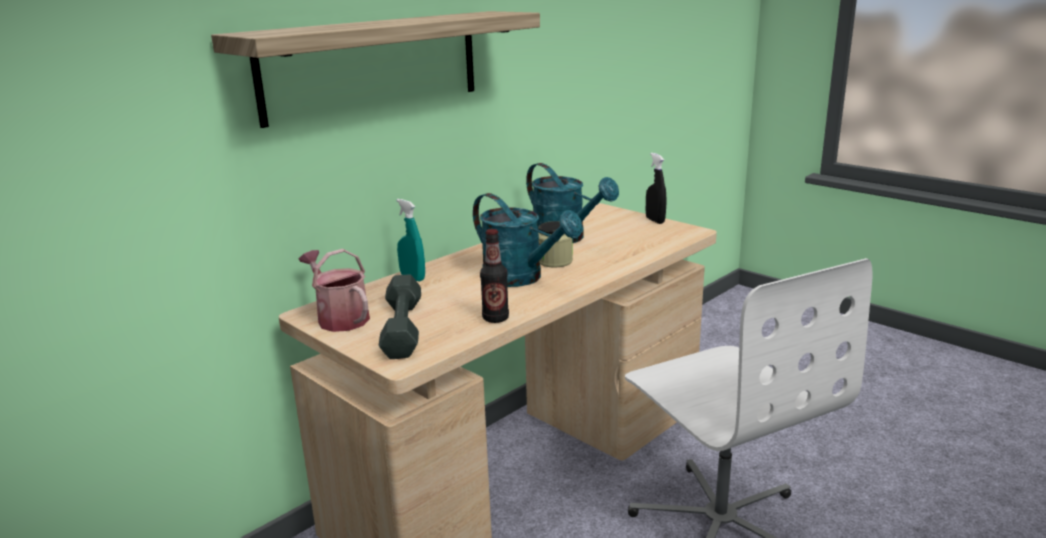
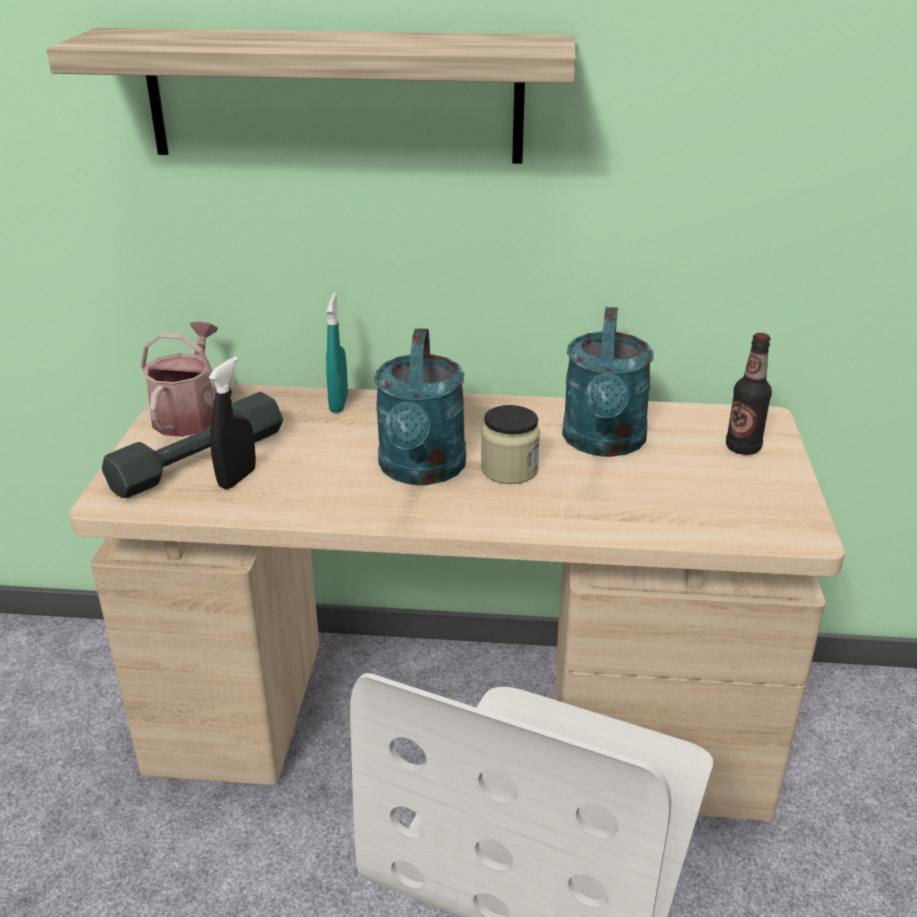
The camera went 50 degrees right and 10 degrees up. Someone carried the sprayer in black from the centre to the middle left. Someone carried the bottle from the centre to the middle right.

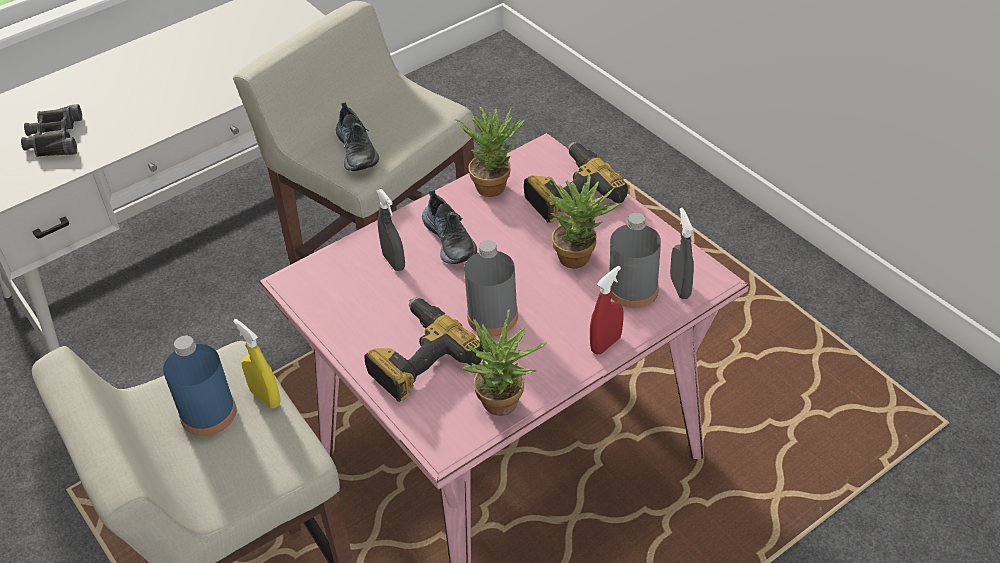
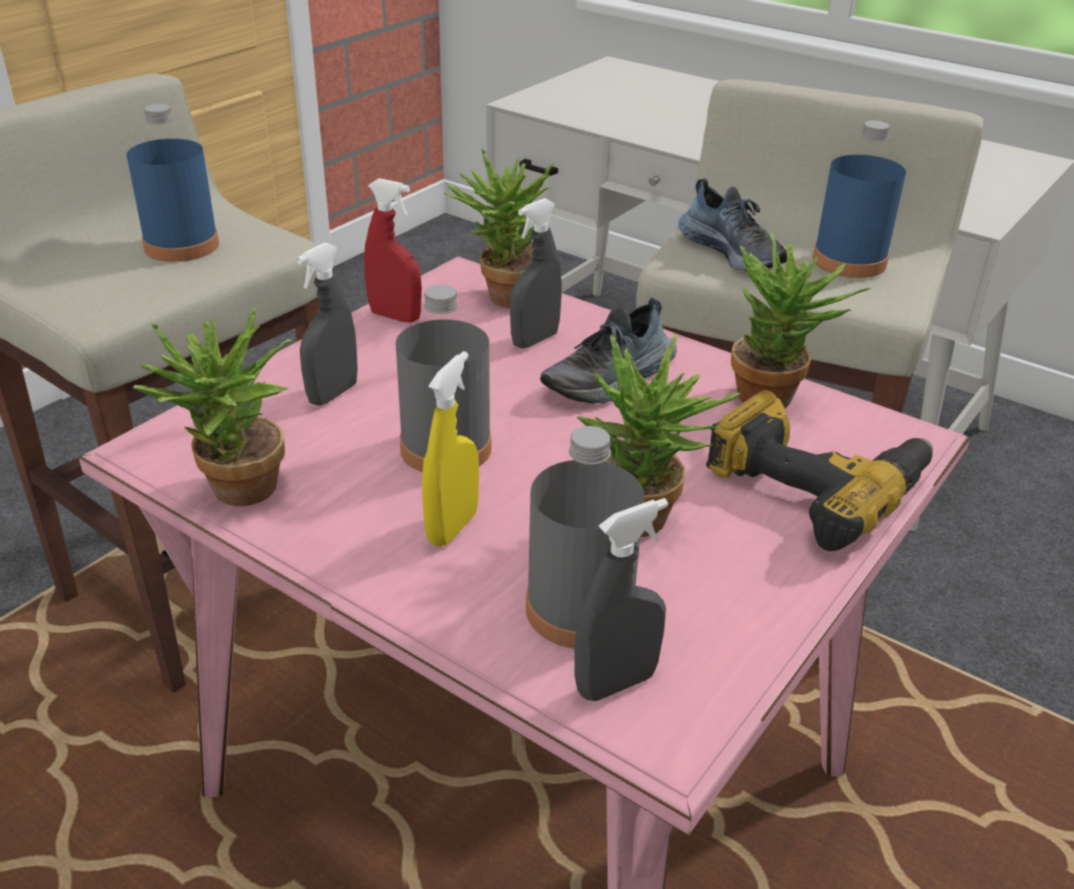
The camera went 70 degrees right and 10 degrees down. Someone rotated the shoe (no. 1 from left in the first image) at the top centre by 90 degrees counterclockwise. Someone took away the binoculars in black at the top left. Someone carried the sprayer in reddish from the centre to the top centre. Someone swapped the power drill (no. 1 from left) at the centre for the sprayer in greyish (no. 1 from left) at the middle left. Someone carried the sprayer in yellow from the middle left to the centre. Someone put down the bottle in blue (no. 2 from left) at the top right. Someone put down the plant in a pot (no. 2 from left) at the top centre.

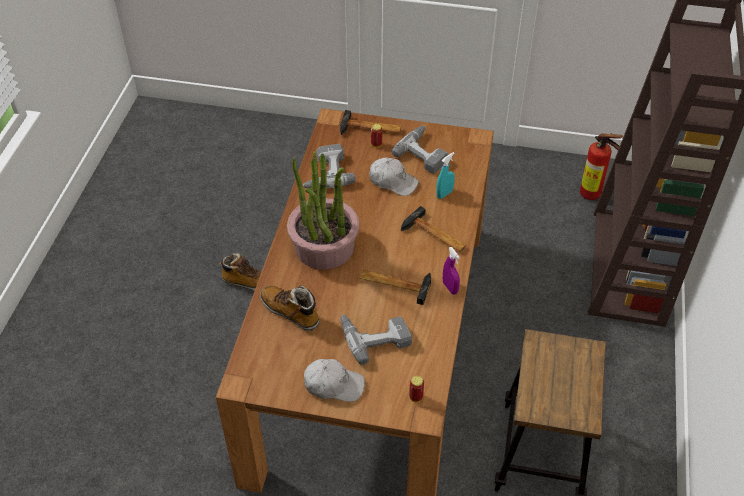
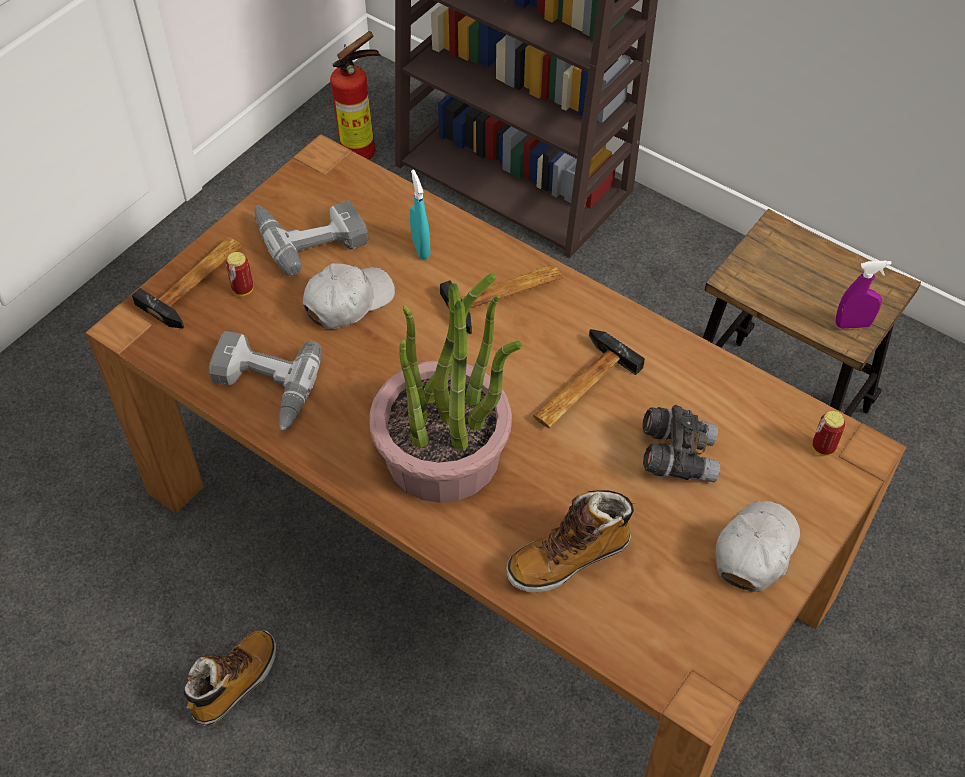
The camera went 65 degrees left and 5 degrees up. Someone carried the sprayer in purple-coloured from the centre to the middle right. Someone swapped the power drill (no. 2 from left) at the bottom centre for the binoculars in greyish at the middle right.

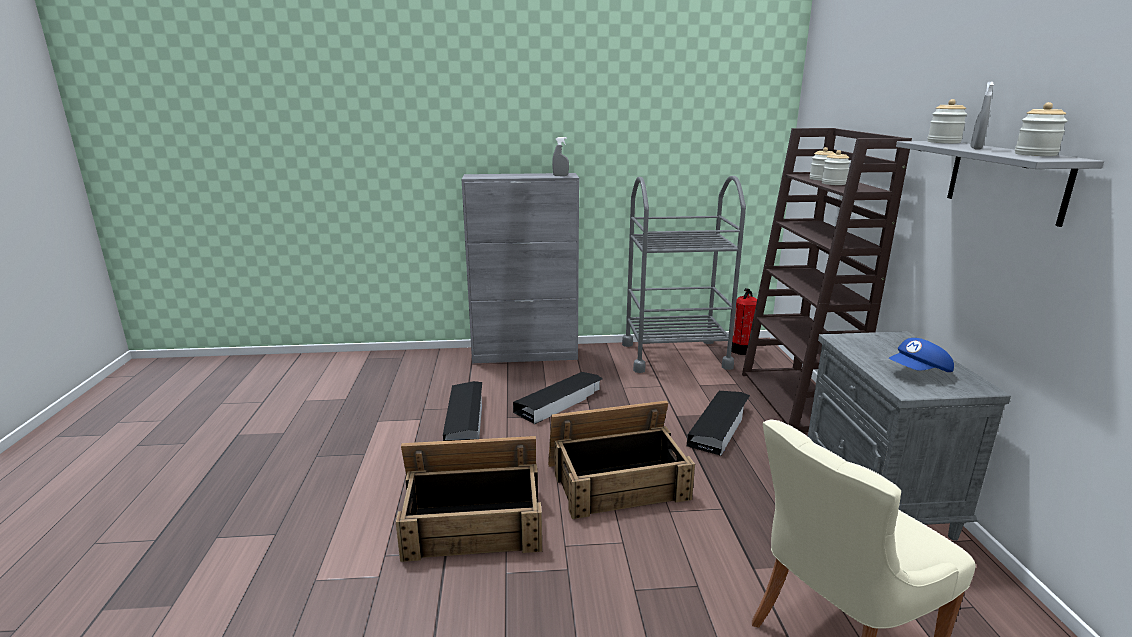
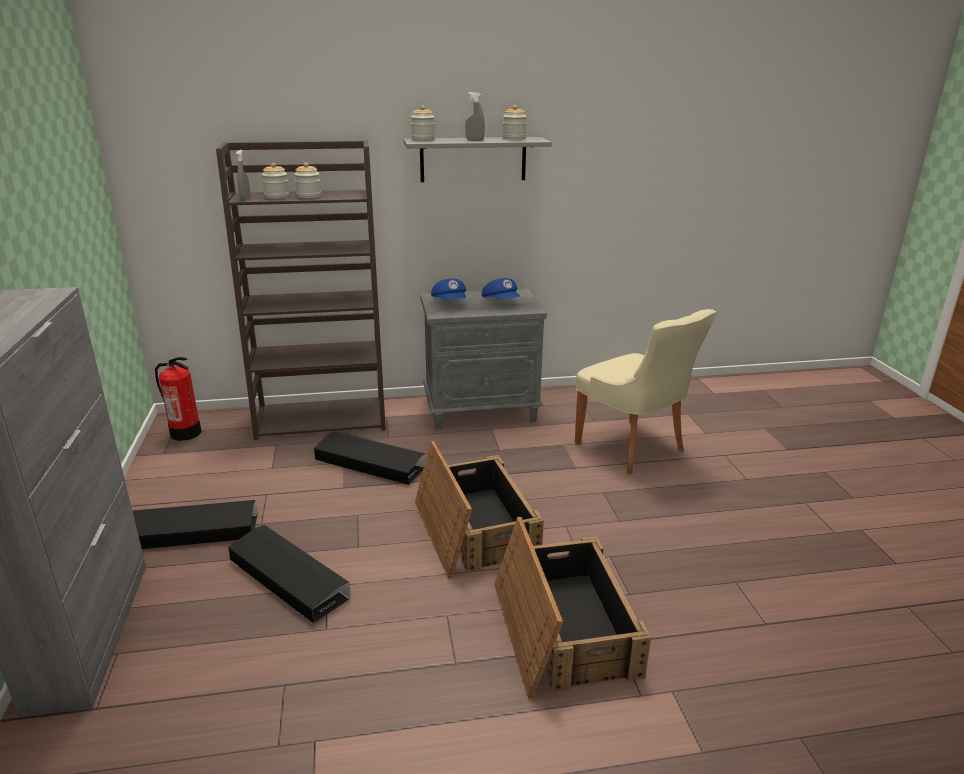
The camera went 95 degrees left and 5 degrees up. Someone carried the sprayer in greyish (no. 1 from left) from the top centre to the top left. Someone took away the cart in greyish at the centre. Someone carried the storage bin in black (no. 1 from left) from the centre to the bottom left. Someone put down the peaked cap in blue (no. 1 from left) at the centre.

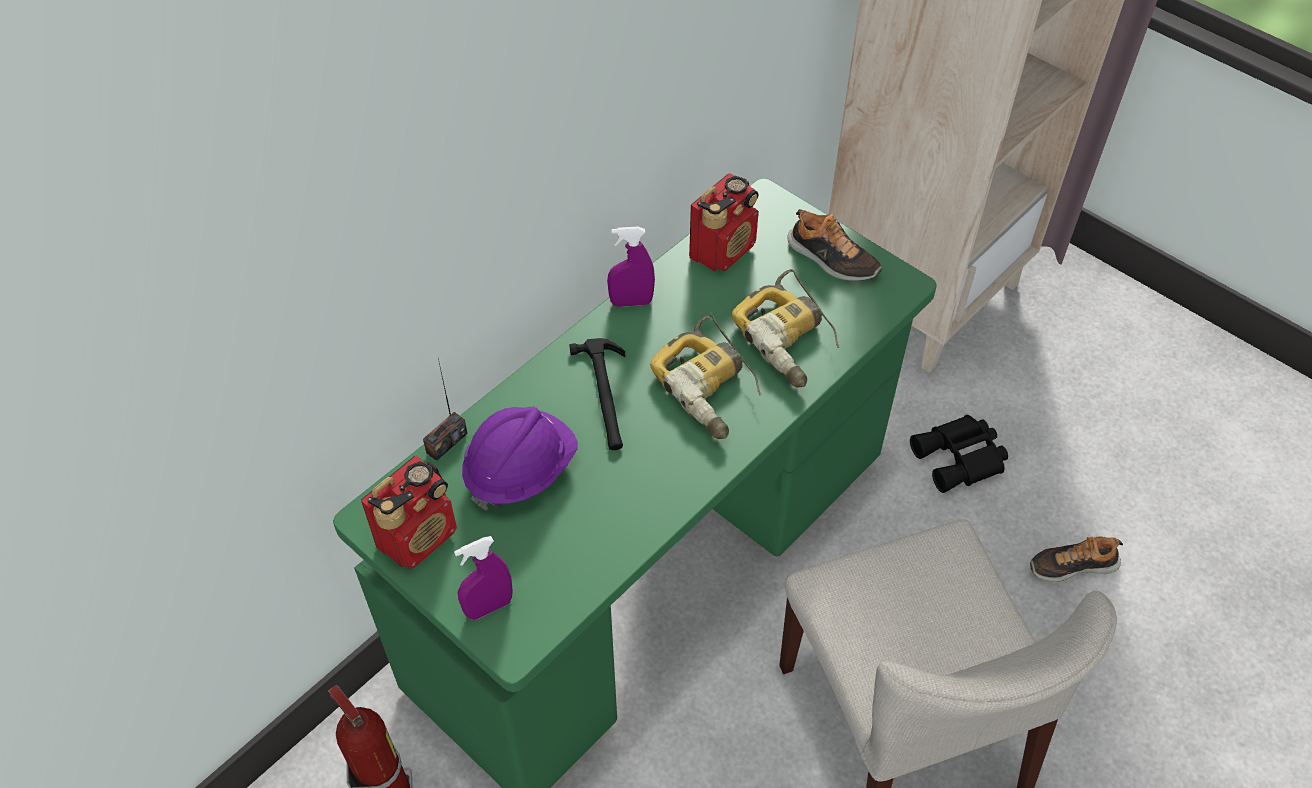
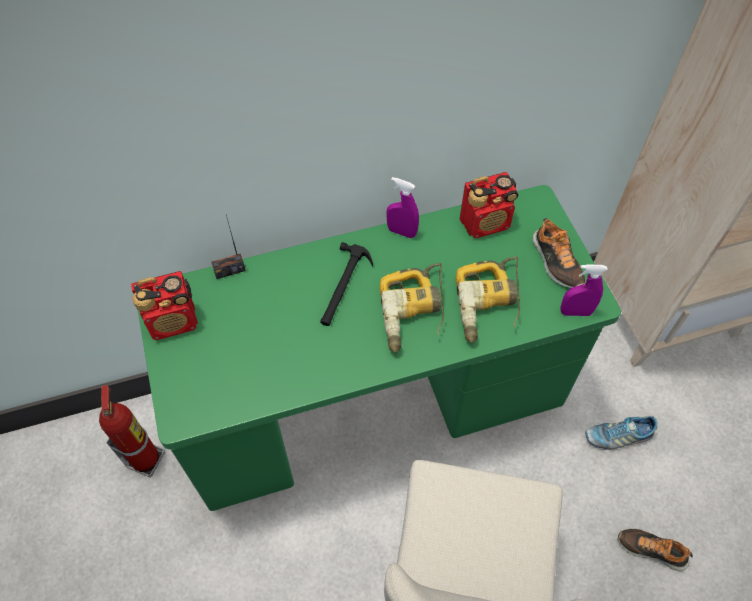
The camera went 30 degrees right and 5 degrees up. Someone took away the hard hat in purple-coloured at the centre. Someone swapped the binoculars in black at the middle right for the shoe (no. 2 from left) at the bottom right. Someone carried the sprayer in purple-coloured (no. 1 from left in the first image) from the bottom centre to the middle right.

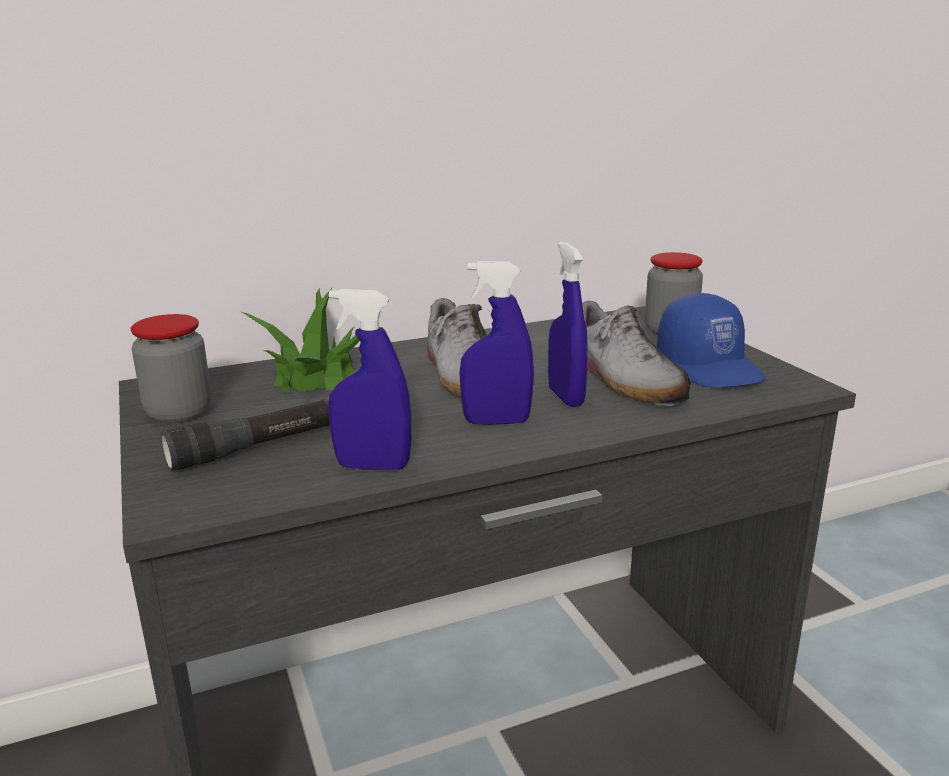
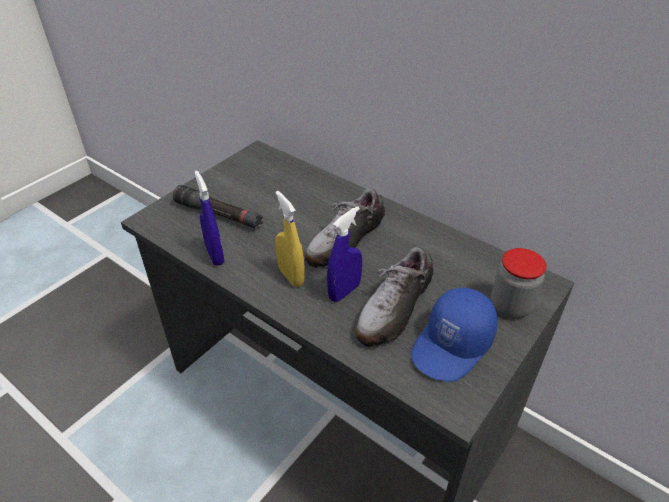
The camera went 60 degrees right and 20 degrees up. Someone repainted the sprayer in blue (no. 2 from left) at the centre, which became the sprayer in yellow at the centre. Someone took away the plant in a pot at the middle left. Someone took away the preserve jar (no. 1 from left) at the middle left.

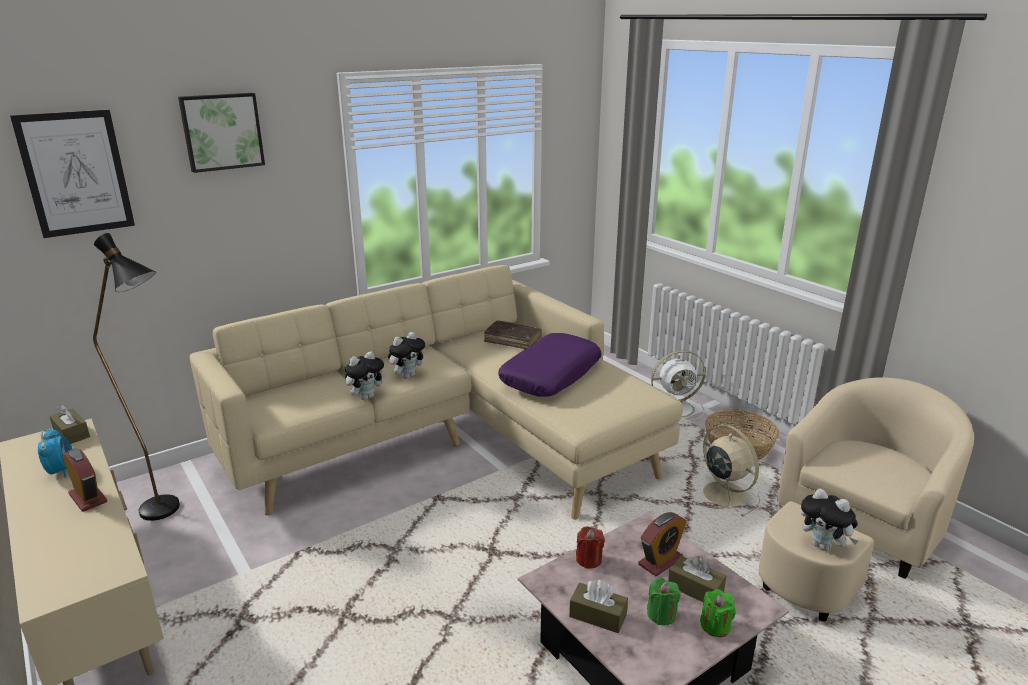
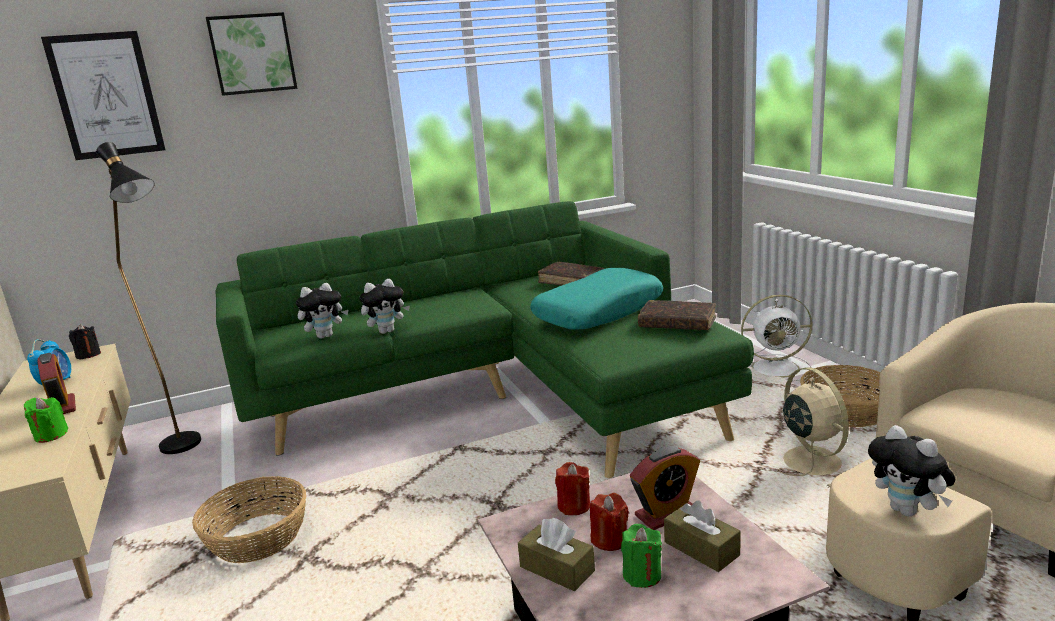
The camera went 15 degrees right and 5 degrees down. Someone repainted the sofa in sand-coloured at the centre, which became the sofa in greenish at the centre. Someone carried the soft toy (no. 2 from left in the first image) from the centre to the middle left. Someone repainted the pillow in purple-coloured at the centre, which became the pillow in blue-green at the centre. Someone swapped the tissue box in brown (no. 1 from left) at the middle left for the wax light in black at the middle left. Someone carried the wax light in greenish (no. 2 from left in the first image) from the bottom right to the bottom left. Someone put down the volume in brown (no. 2 from left) at the centre. Someone put down the basket (no. 1 from left) at the bottom left. Someone put down the wax light in reddish (no. 2 from left) at the bottom centre.

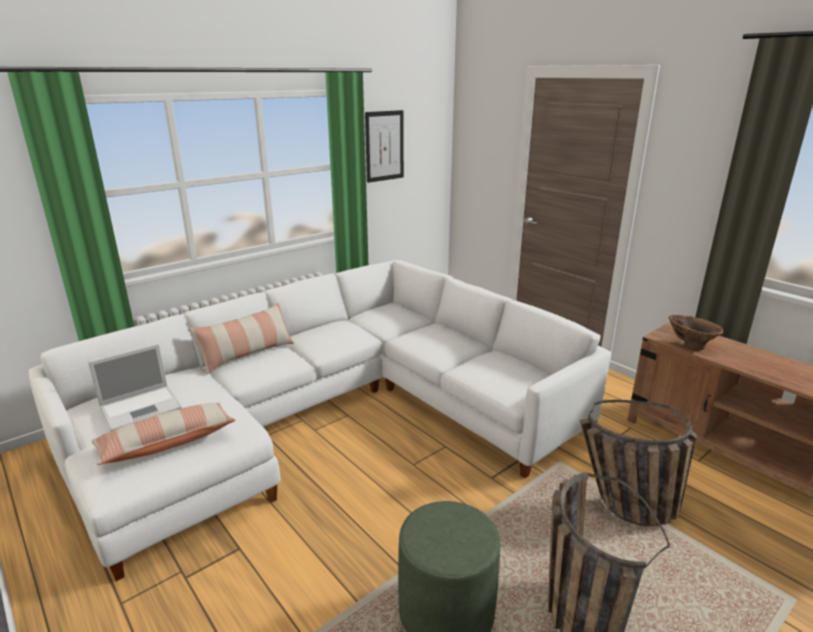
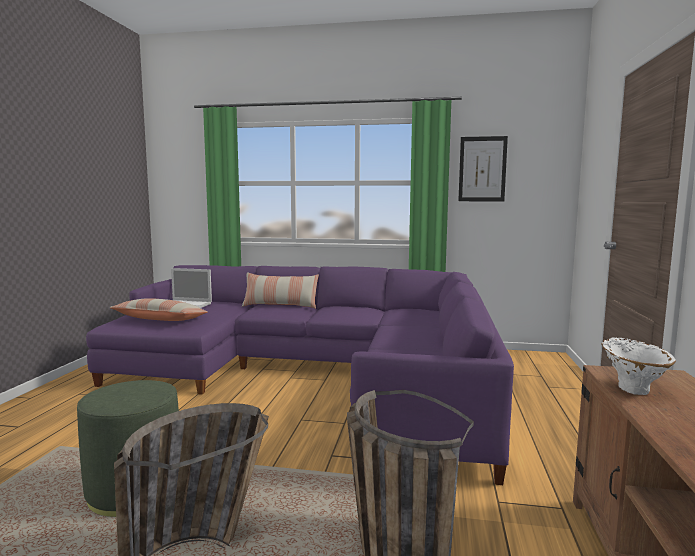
The camera went 50 degrees right and 15 degrees down. Someone repainted the sofa in whitish at the centre, which became the sofa in purple-coloured at the bottom centre. Someone repainted the vase in brown at the middle right, which became the vase in whitish at the middle right.

